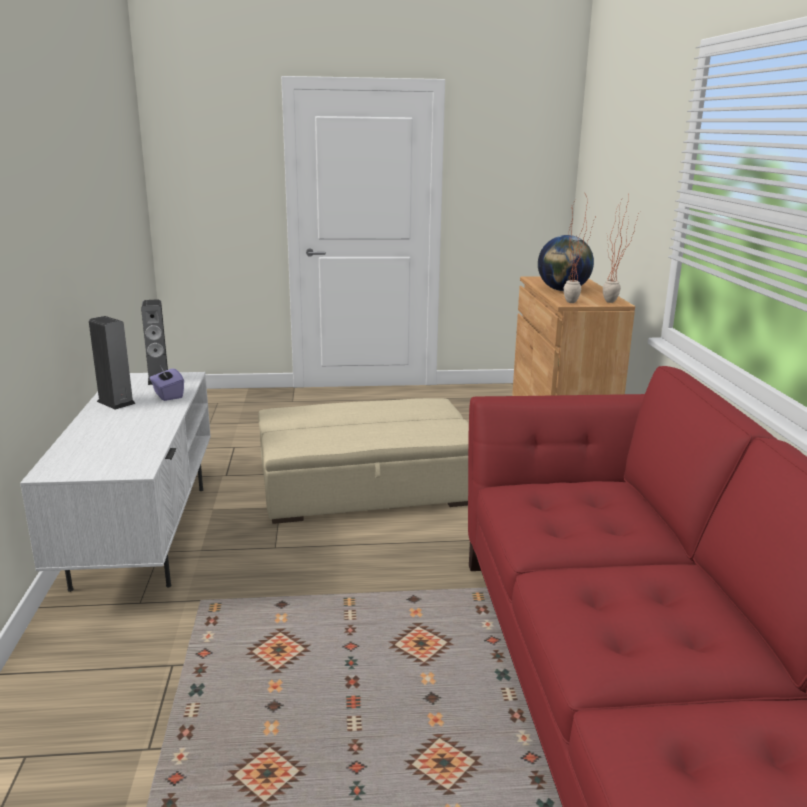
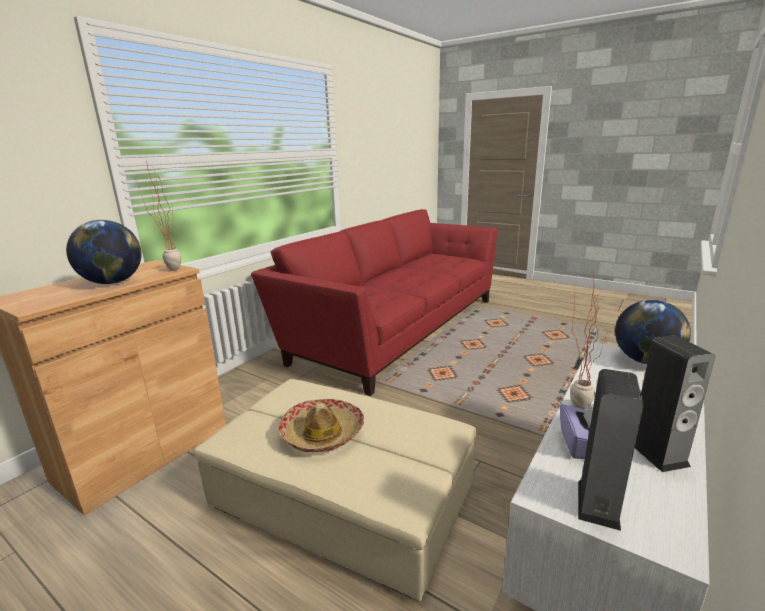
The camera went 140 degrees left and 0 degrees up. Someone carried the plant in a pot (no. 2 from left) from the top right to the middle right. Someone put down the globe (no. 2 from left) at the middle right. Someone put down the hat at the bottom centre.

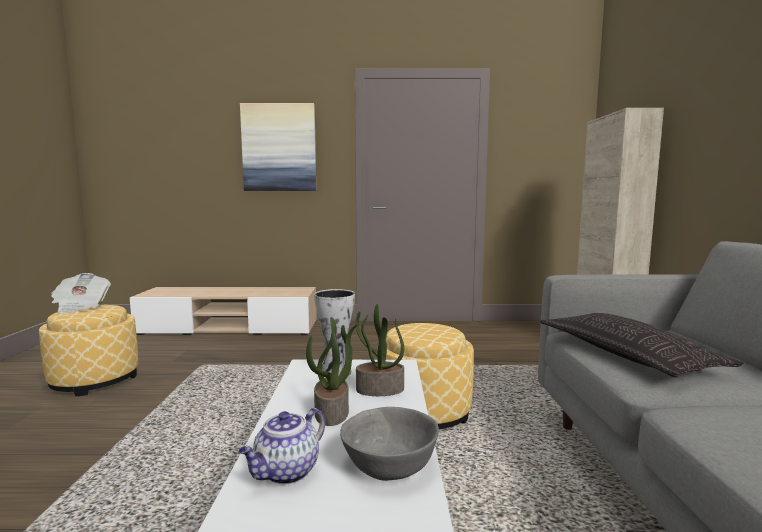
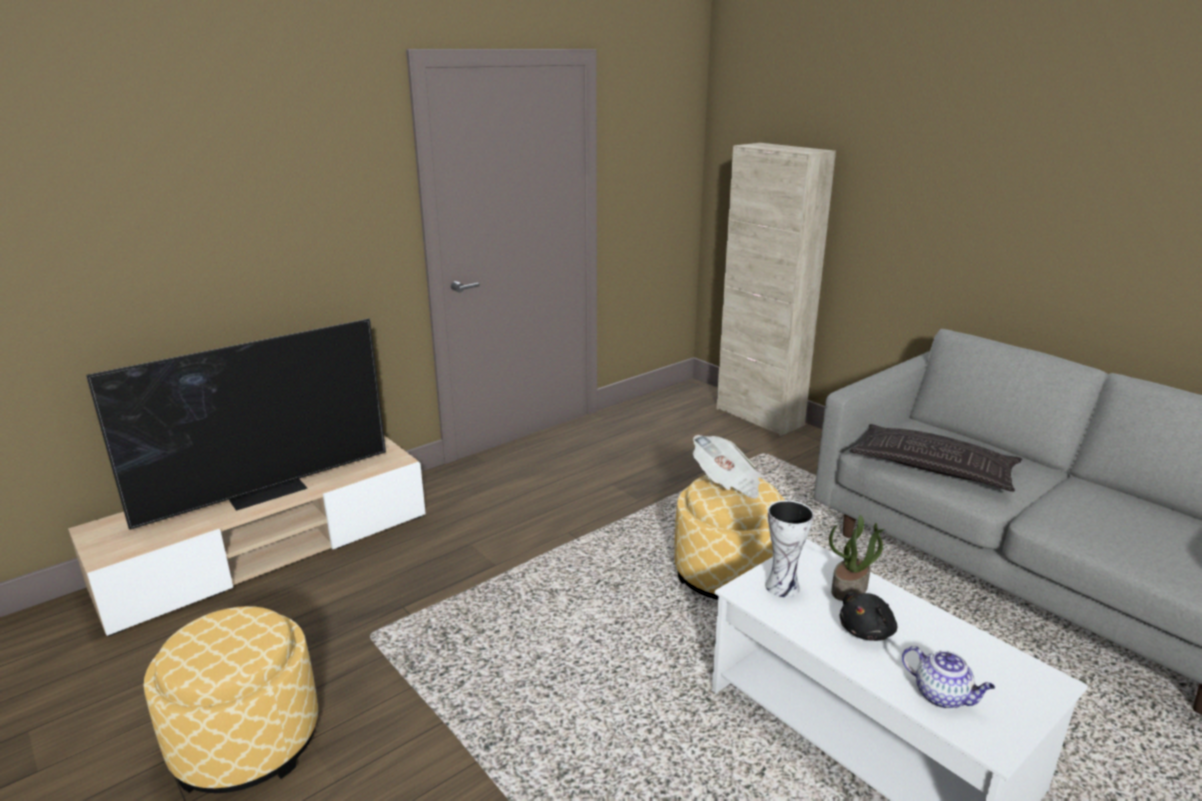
The camera went 40 degrees left and 15 degrees up. Someone took away the picture at the top centre. Someone carried the daily paper from the middle left to the centre. Someone swapped the plant in a pot (no. 1 from left) at the bottom centre for the soft toy in black at the bottom right. Someone took away the bowl in greyish at the bottom centre. Someone rotated the tea pot at the bottom centre by 45 degrees counterclockwise. Someone put down the TV at the middle left.

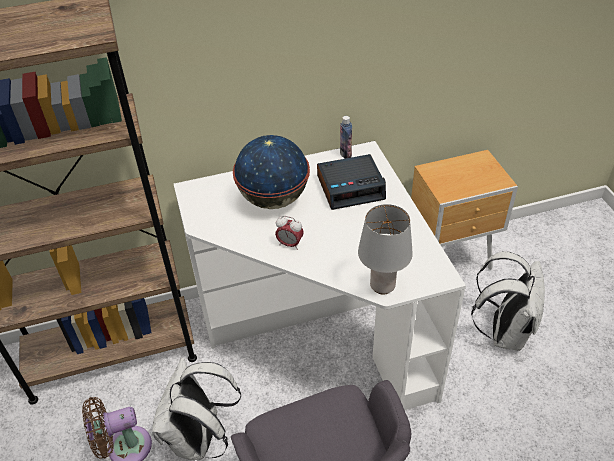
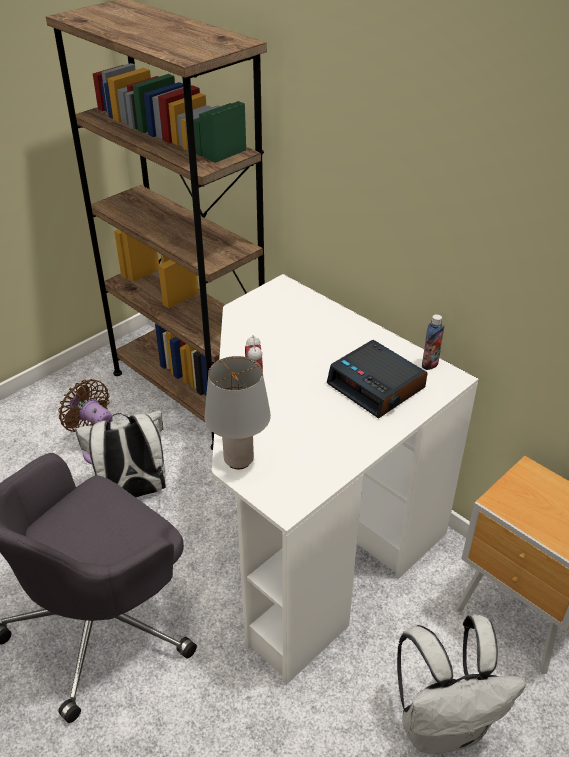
The camera went 60 degrees right and 5 degrees down. Someone took away the globe at the centre.

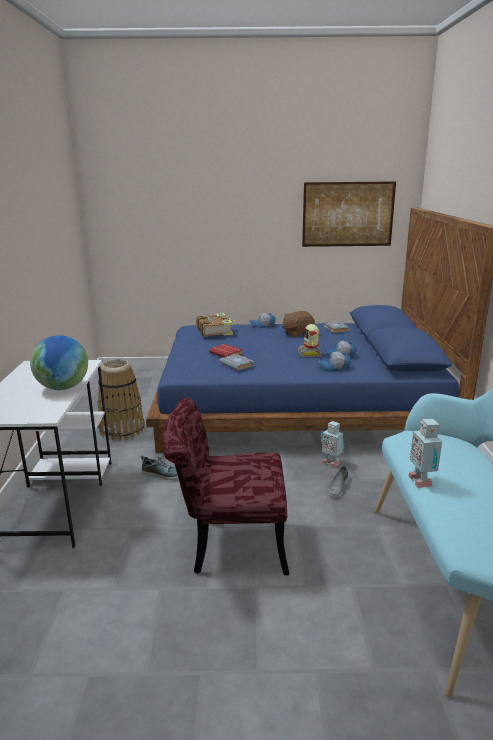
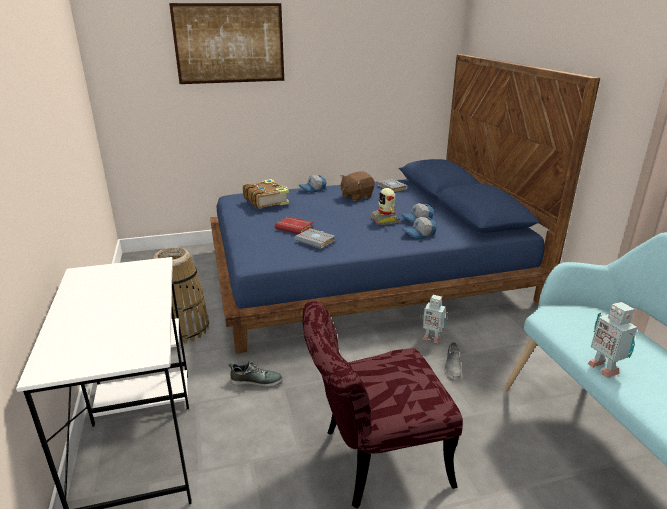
The camera went 15 degrees left and 5 degrees up. Someone carried the picture from the top right to the top centre. Someone took away the globe at the middle left.

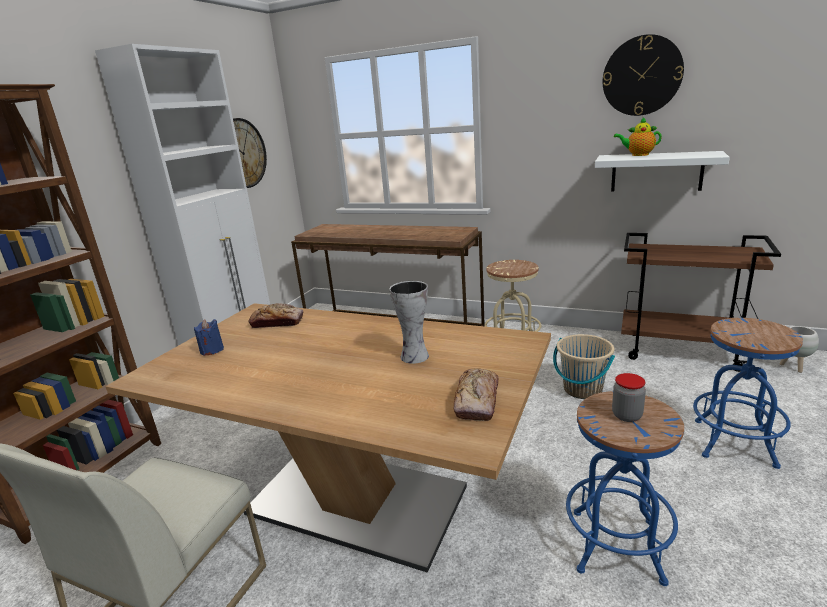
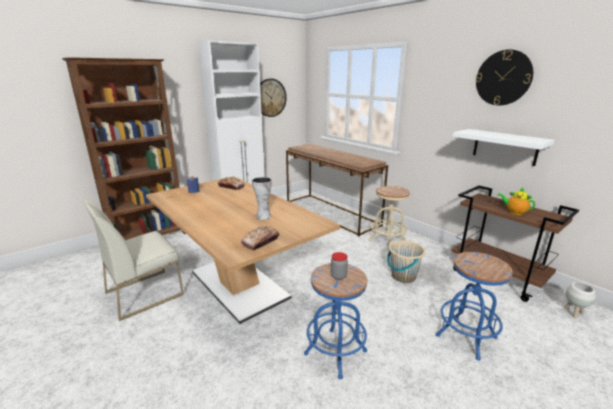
The camera went 25 degrees right and 0 degrees up. Someone carried the tea pot from the top right to the middle right.

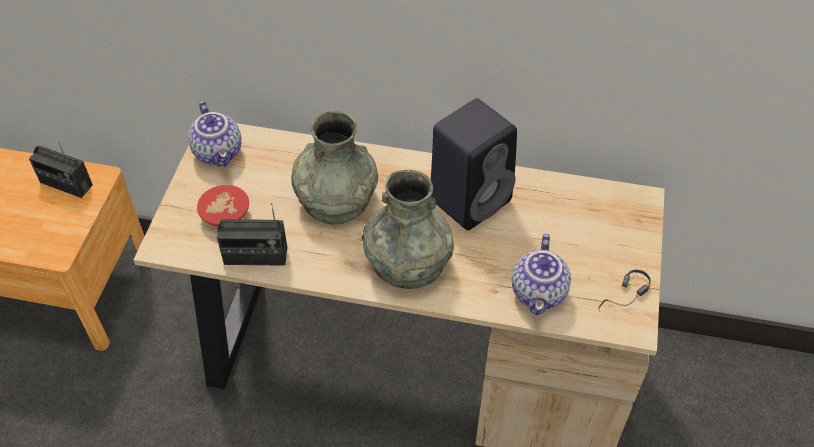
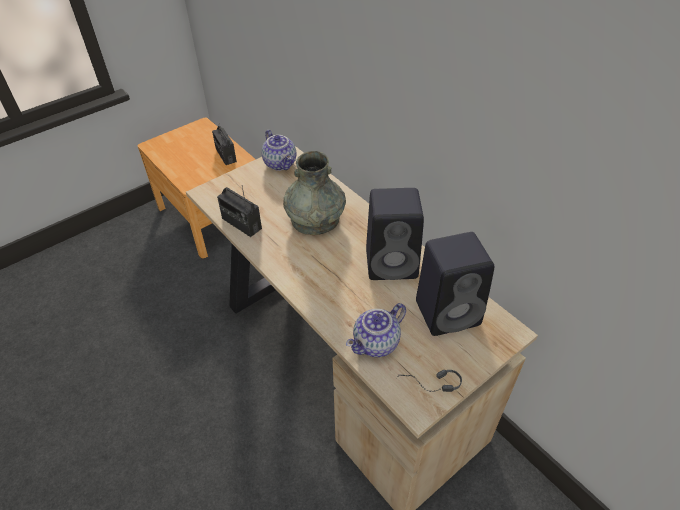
The camera went 40 degrees right and 5 degrees down. Someone rotated the tea pot (no. 1 from left) at the top left by 45 degrees counterclockwise. Someone took away the vase in greyish (no. 2 from left) at the centre. Someone took away the bowl in reddish at the middle left. Someone put down the audio speaker in black (no. 2 from left) at the middle right.

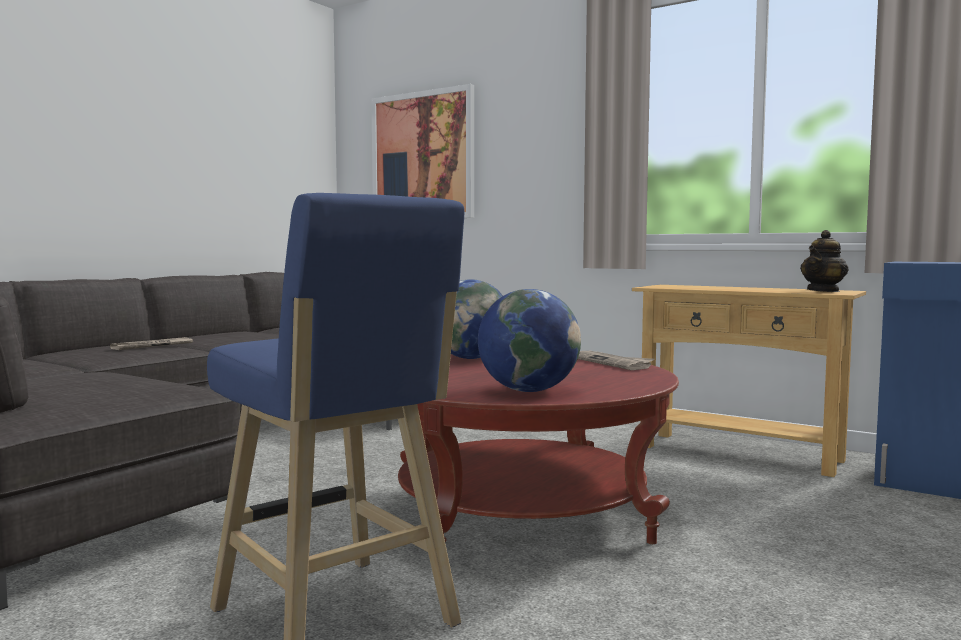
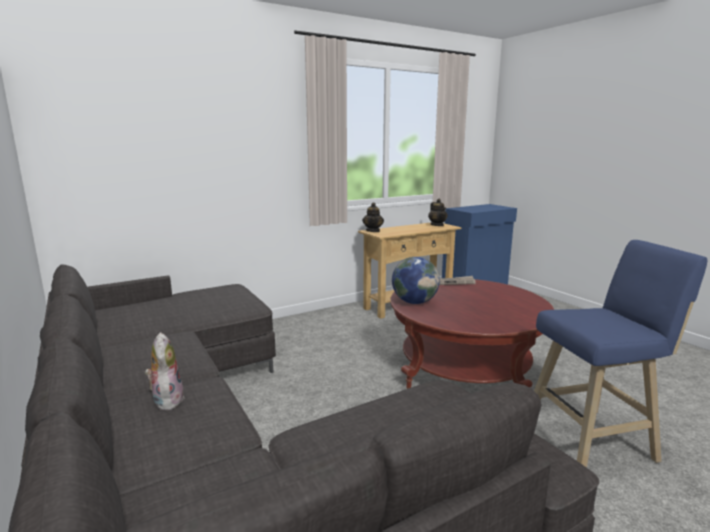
The camera went 65 degrees left and 10 degrees up. Someone took away the picture at the top centre. Someone took away the globe (no. 2 from left) at the centre. Someone swapped the daily paper (no. 1 from left) at the middle left for the soft toy at the bottom left. Someone put down the tea pot (no. 1 from left) at the centre.

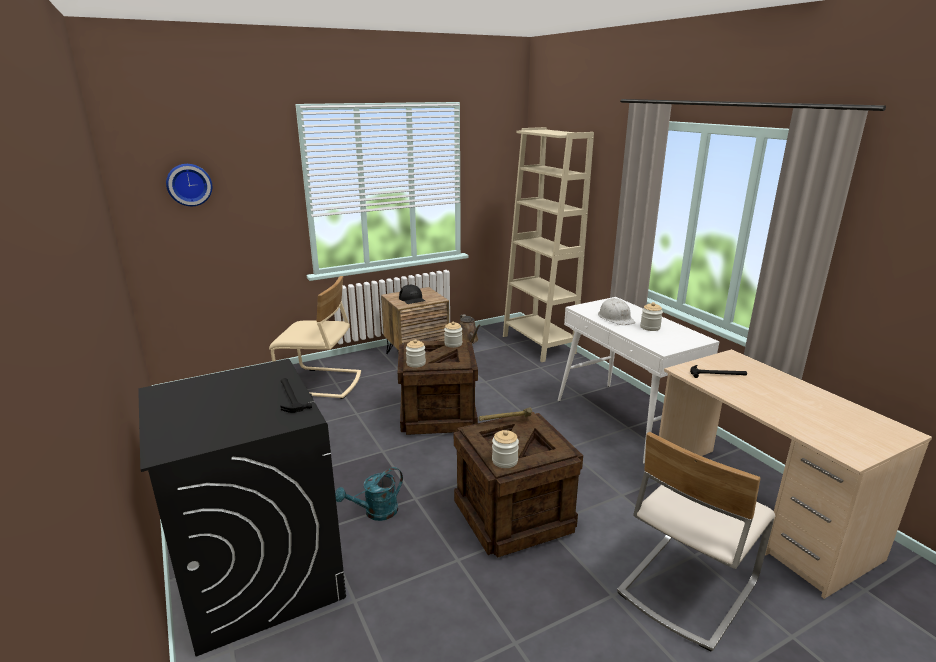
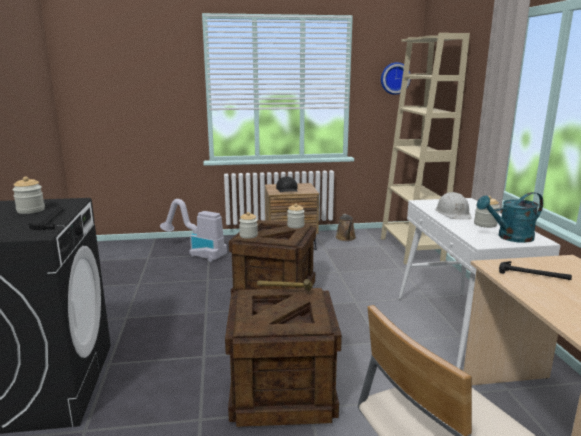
The camera went 20 degrees right and 5 degrees down. Someone carried the hanging clock from the top left to the top right. Someone swapped the upright chair in sand-coloured (no. 1 from left) at the centre for the vacuum cleaner at the middle left. Someone carried the preserve jar (no. 3 from left in the first image) from the bottom centre to the middle left. Someone carried the watering can in blue-green from the bottom centre to the middle right.

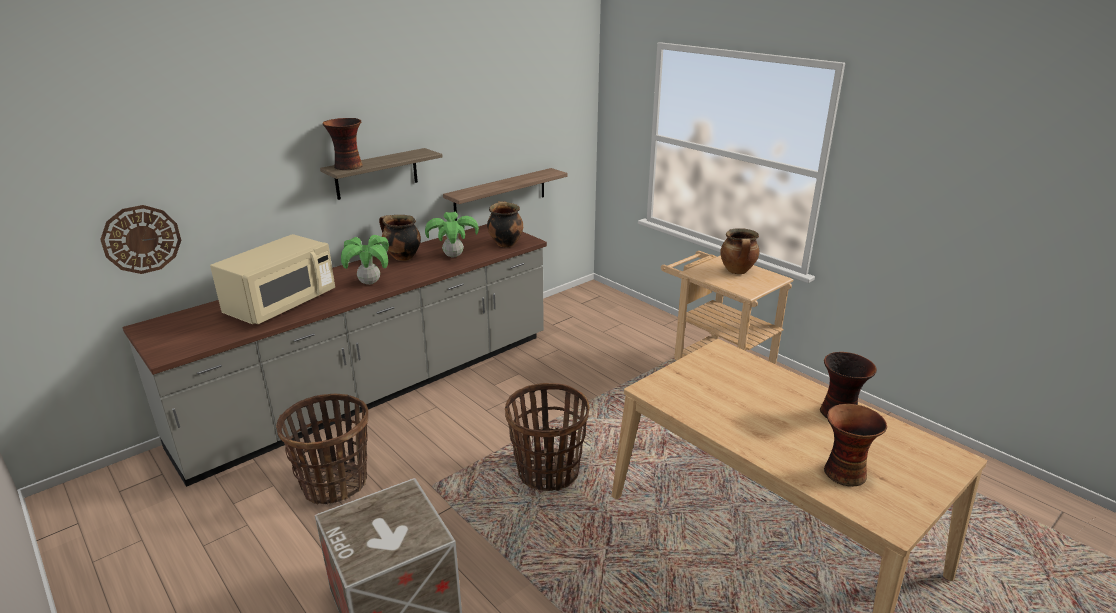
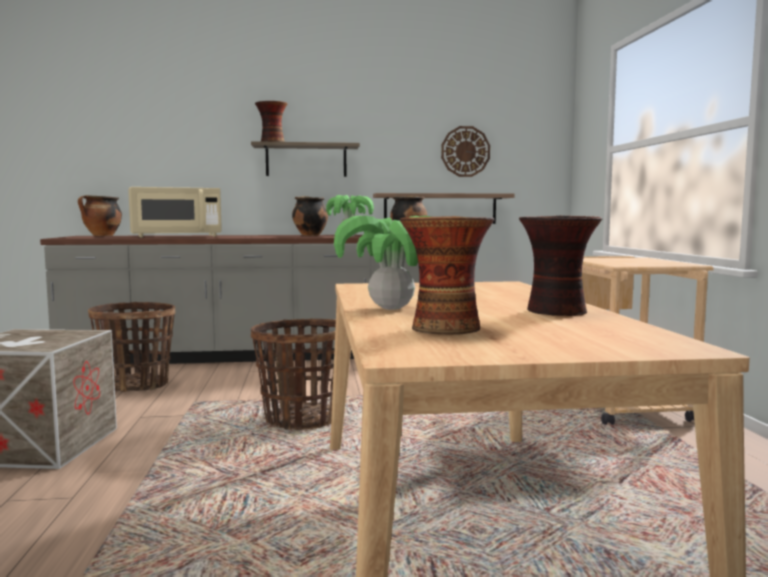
The camera went 35 degrees right and 20 degrees down. Someone carried the hanging clock from the middle left to the top centre. Someone carried the stockpot (no. 3 from left in the first image) from the centre to the middle left. Someone carried the plant in a pot (no. 1 from left in the first image) from the middle left to the centre.

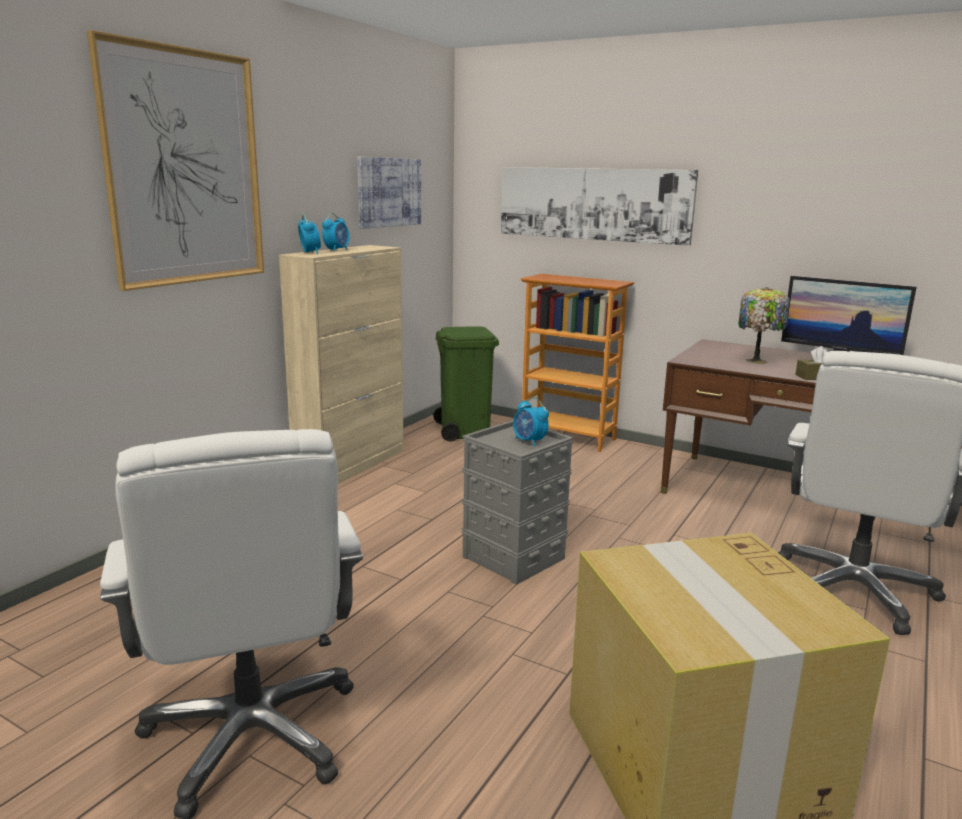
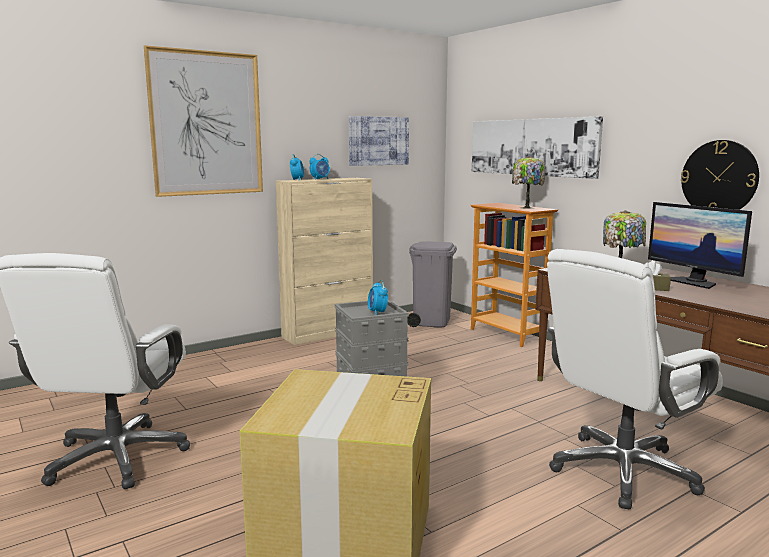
The camera went 25 degrees right and 5 degrees down. Someone repainted the waste bin in greenish at the centre, which became the waste bin in greyish at the centre. Someone put up the hanging clock at the top right. Someone put down the tabletop lamp (no. 1 from left) at the top right.

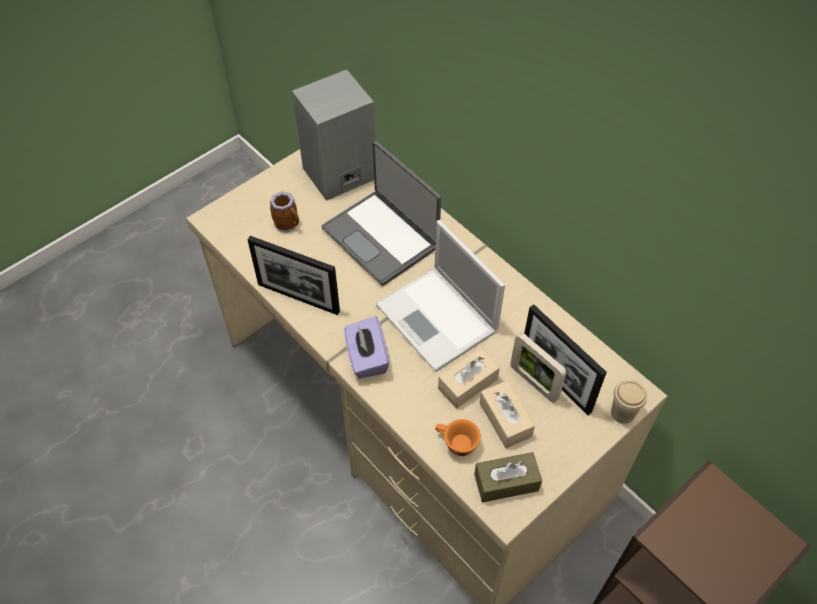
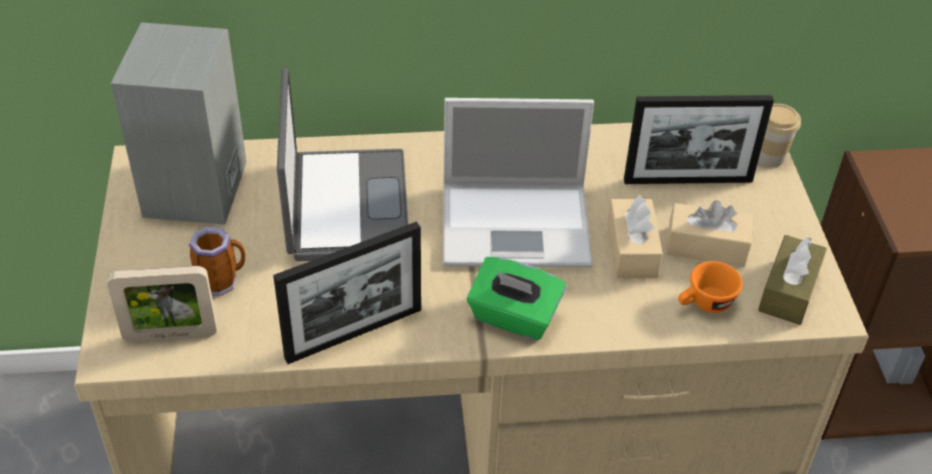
The camera went 55 degrees left and 10 degrees down. Someone rotated the portable computer (no. 1 from left) at the centre by 90 degrees counterclockwise. Someone repainted the tissue box in purple-coloured at the centre, which became the tissue box in greenish at the centre. Someone carried the picture frame (no. 2 from left in the first image) from the centre to the middle left.

